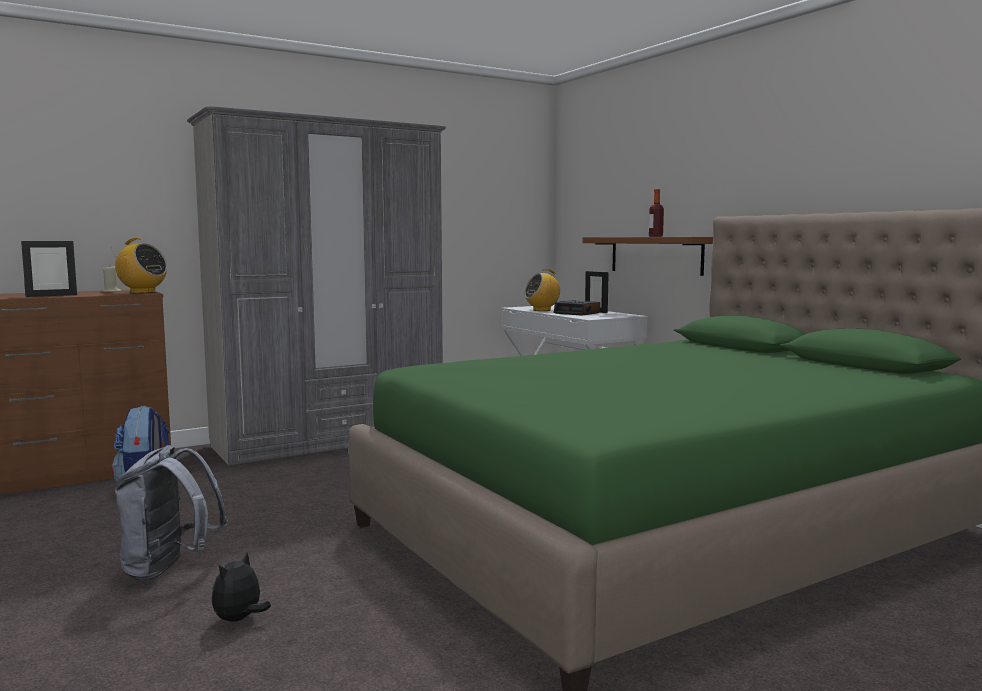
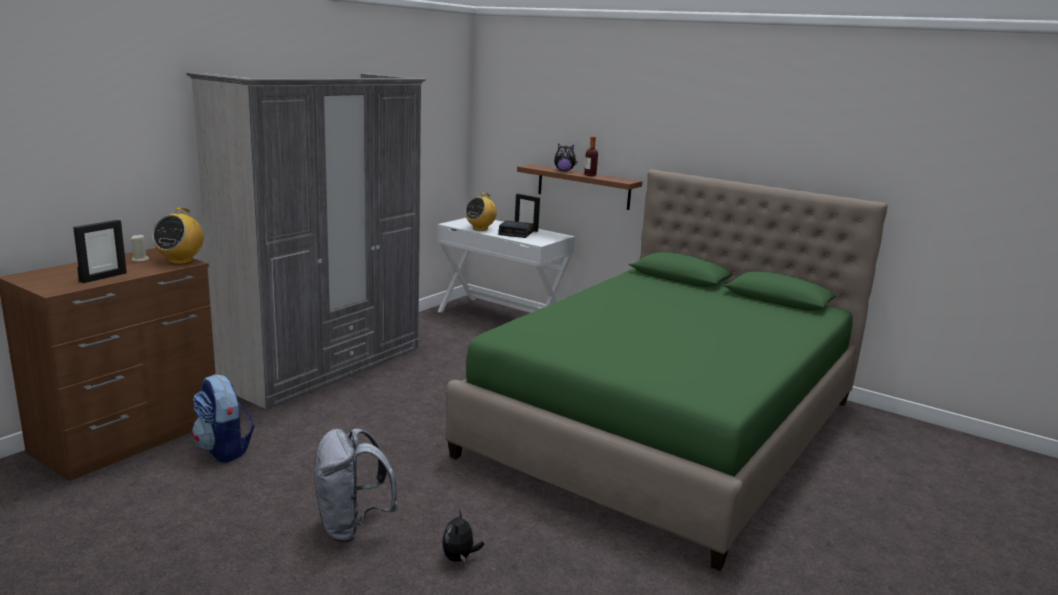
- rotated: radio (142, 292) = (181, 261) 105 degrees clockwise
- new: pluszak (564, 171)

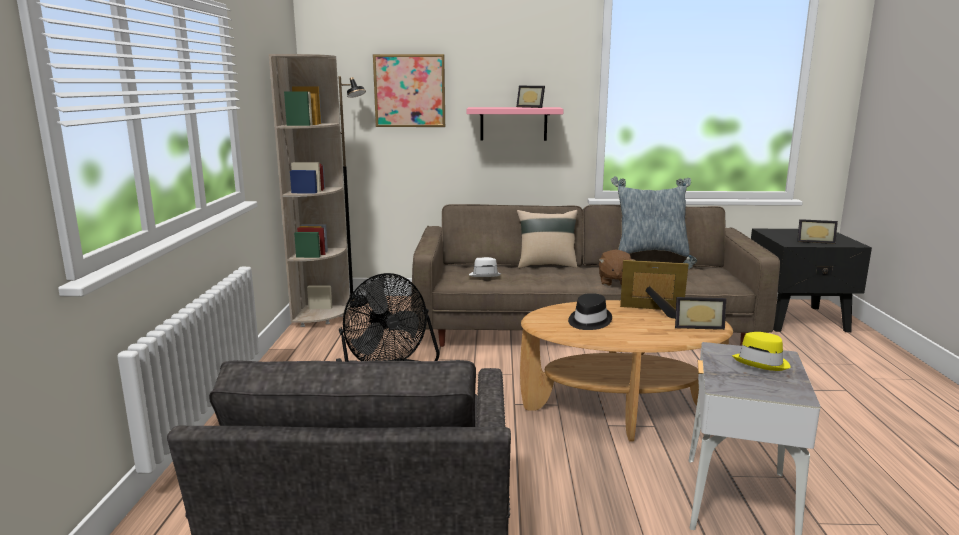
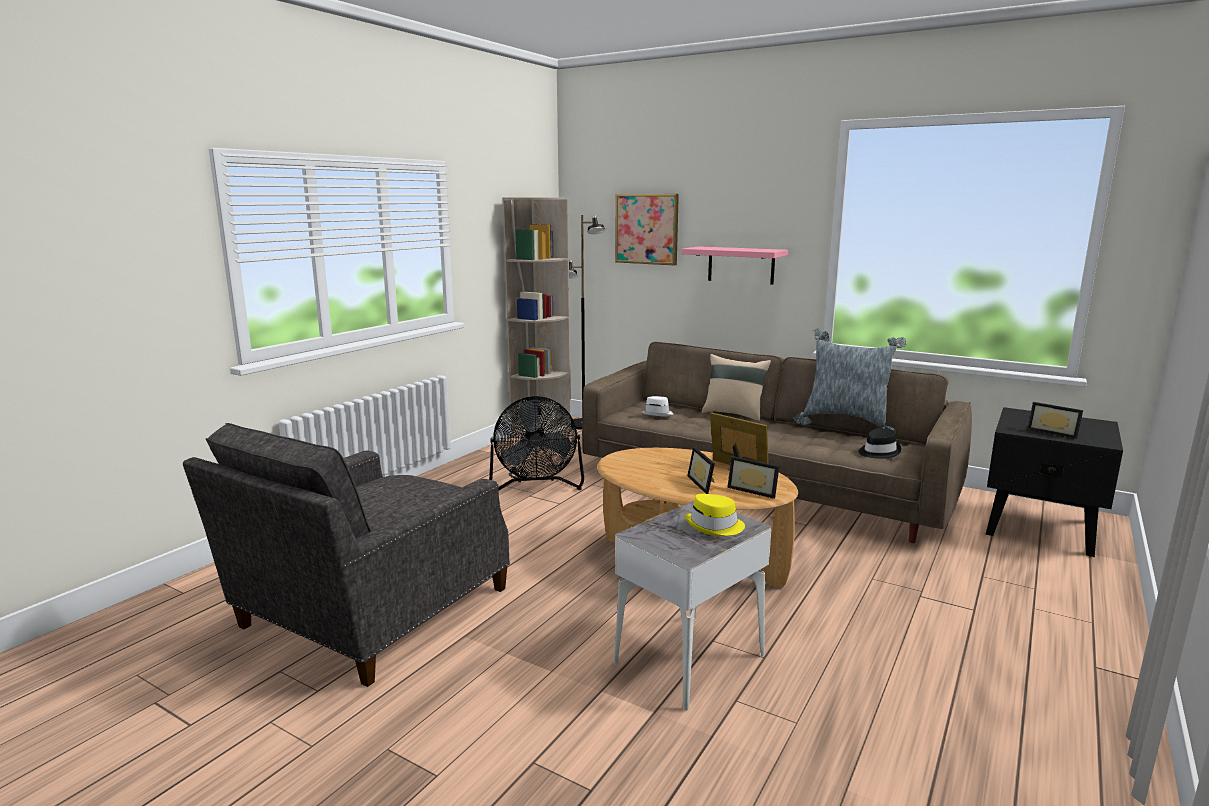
- shifted: ramka na zdjęcie (532, 107) to (704, 484)
- gone: pluszak [brązowy] (614, 282)
- shifted: kapelusz [czarny] (588, 321) to (878, 452)

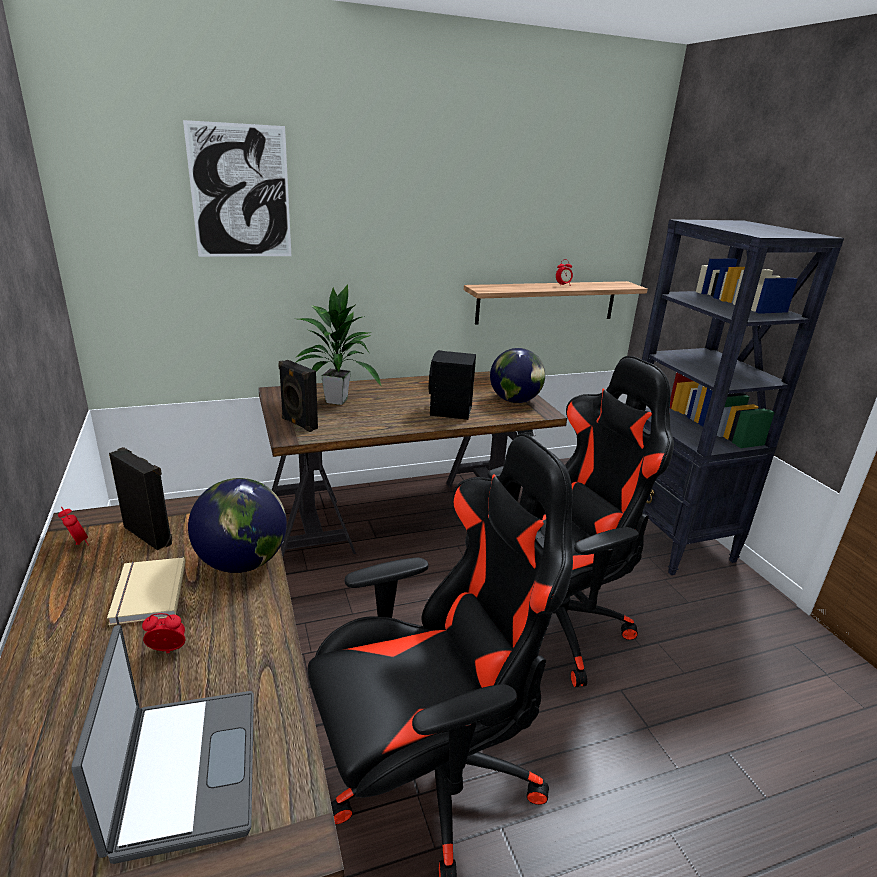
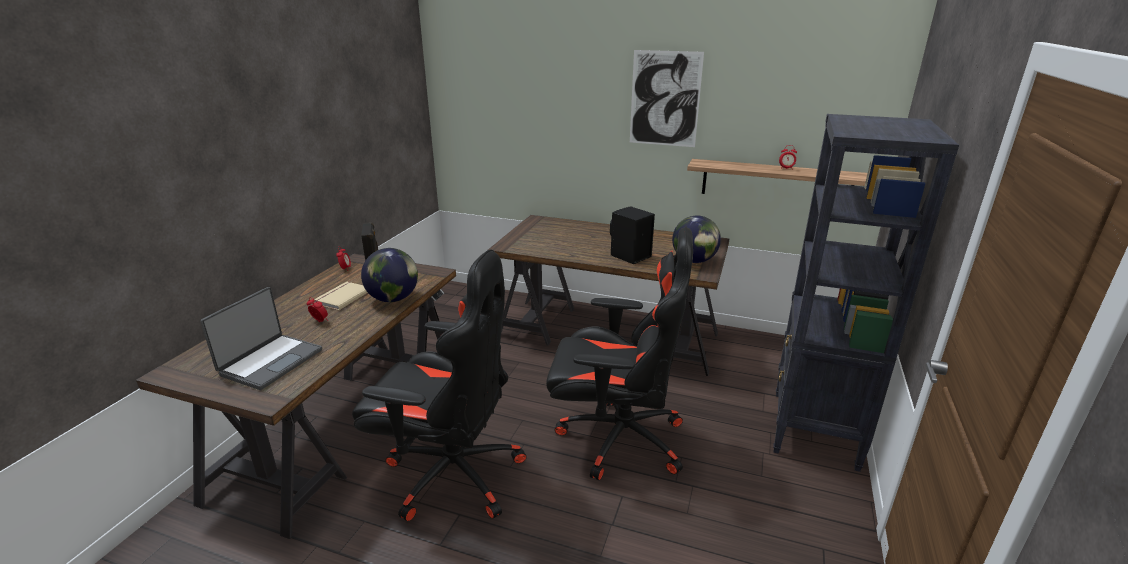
- shifted: obraz (240, 192) to (665, 99)
- gone: roślina doniczkowa (335, 401)
- gone: głośnik [czarny] (298, 424)

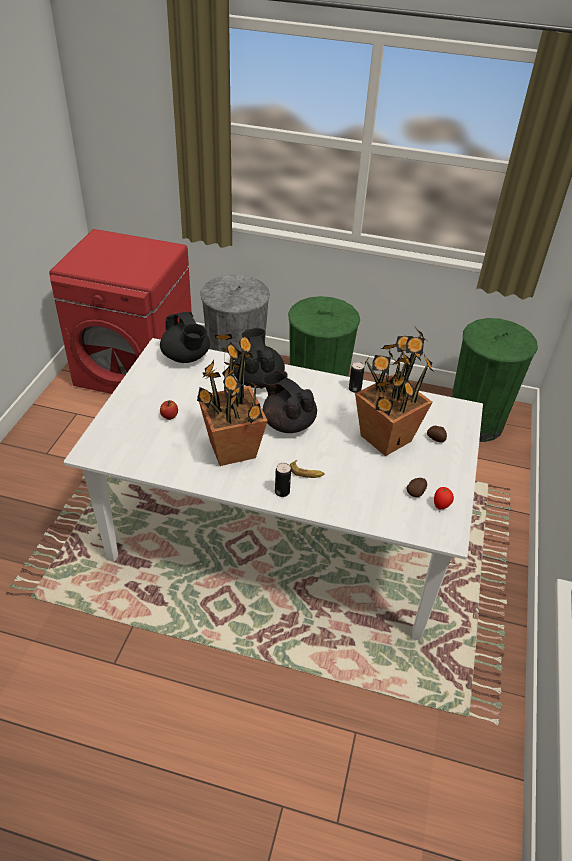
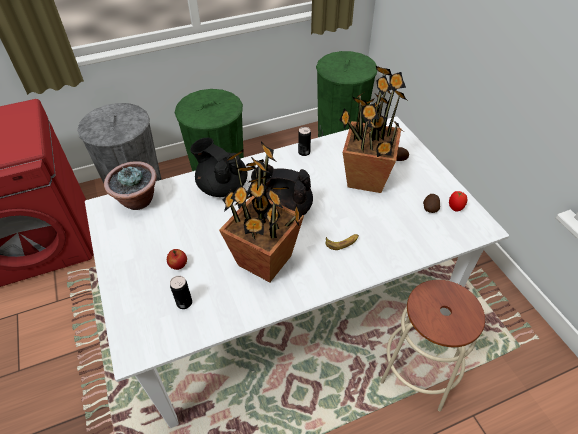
- swapped: imbryk [czarny] (186, 357) to roślina doniczkowa (138, 201)
- shifted: puszka (282, 492) to (184, 302)
- new: stołek [beżowy] (419, 370)

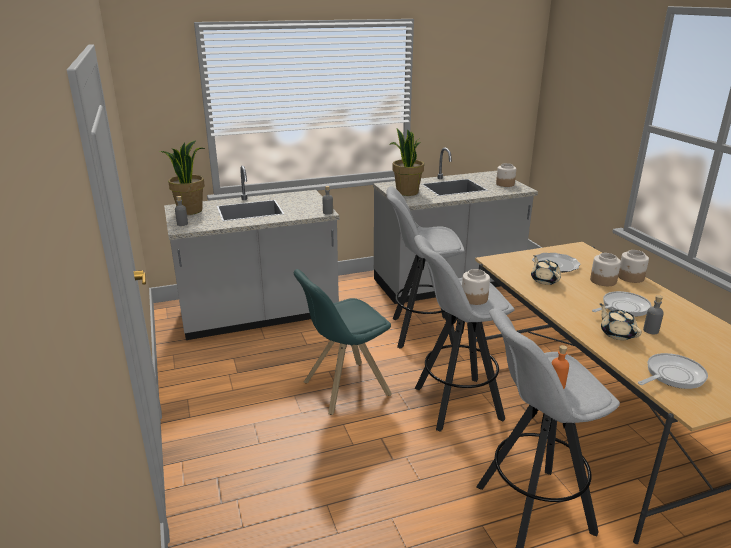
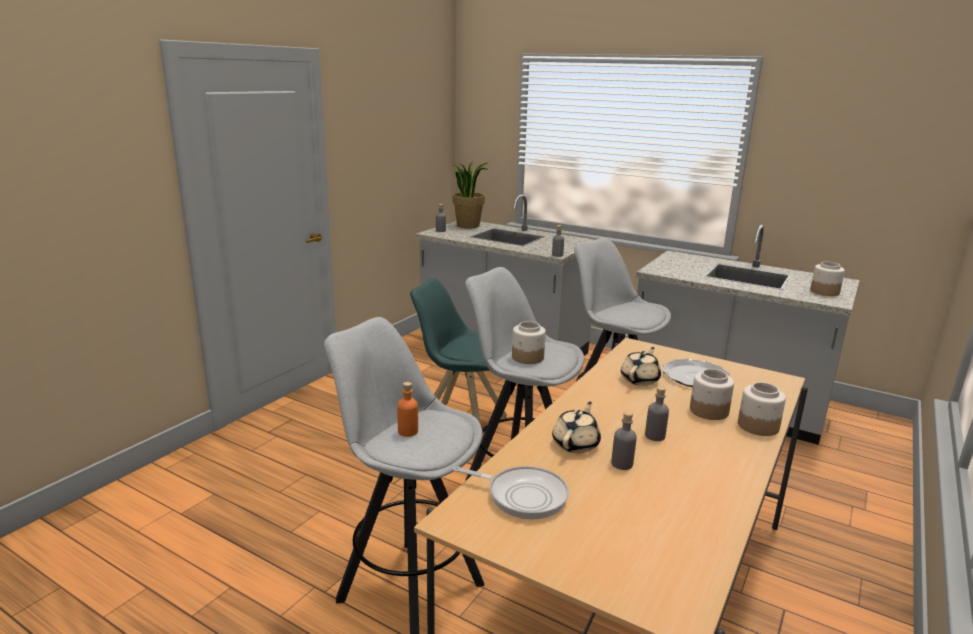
- gone: roślina doniczkowa (406, 192)
- swapped: patelnia (623, 307) to butelka [szary] (655, 436)

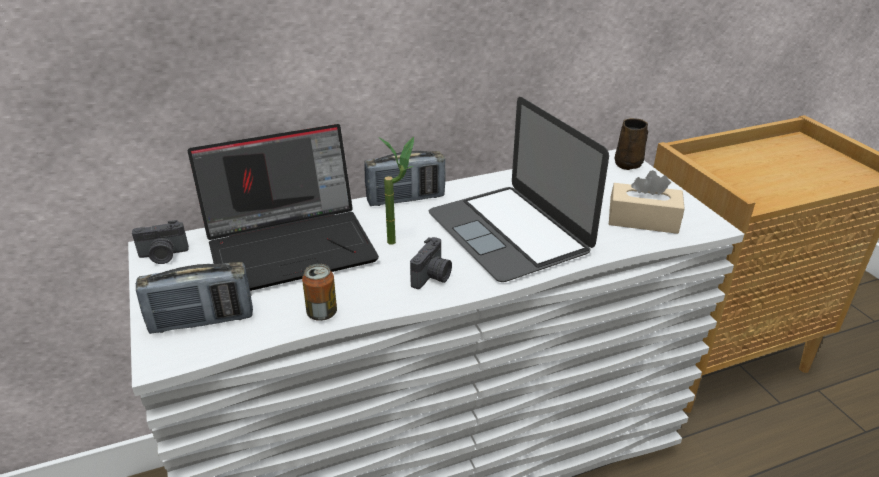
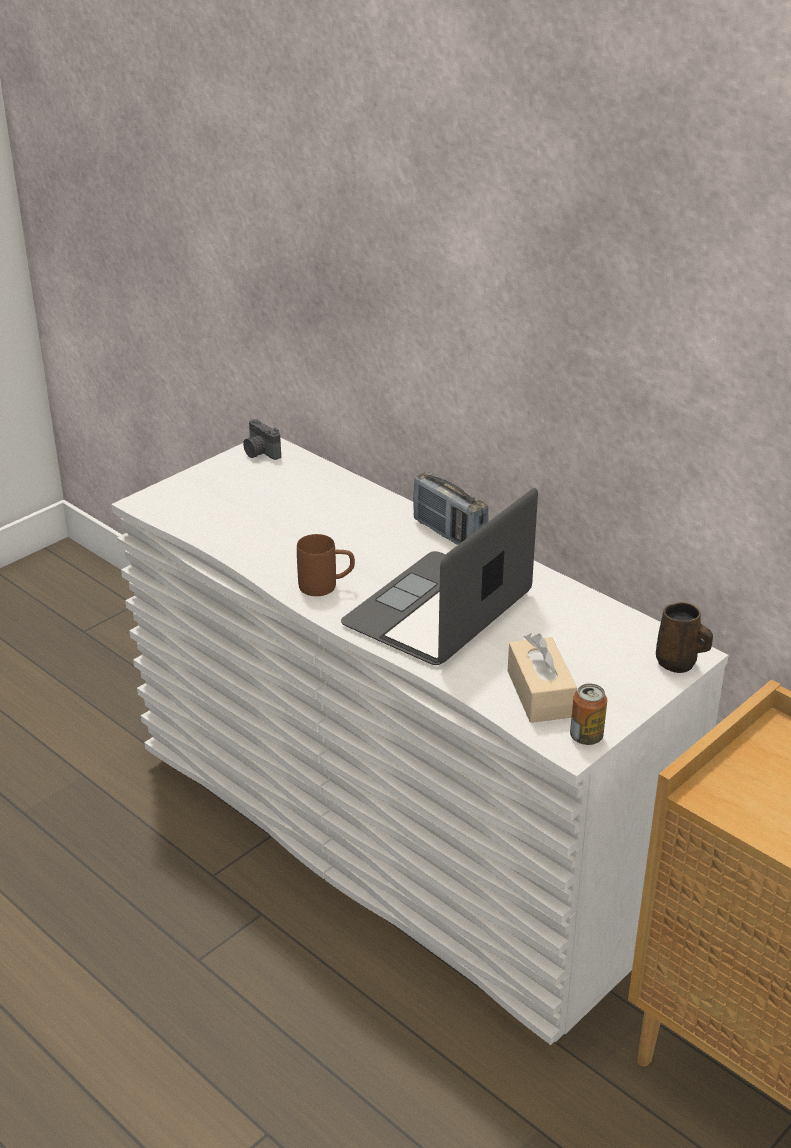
- gone: laptop (292, 245)
- gone: roślina doniczkowa (400, 240)
- swapped: aparat fotograficzny (432, 277) to kubek [brązowy] (326, 586)
- gone: radio (202, 321)
- shifted: puszka (322, 313) to (586, 737)

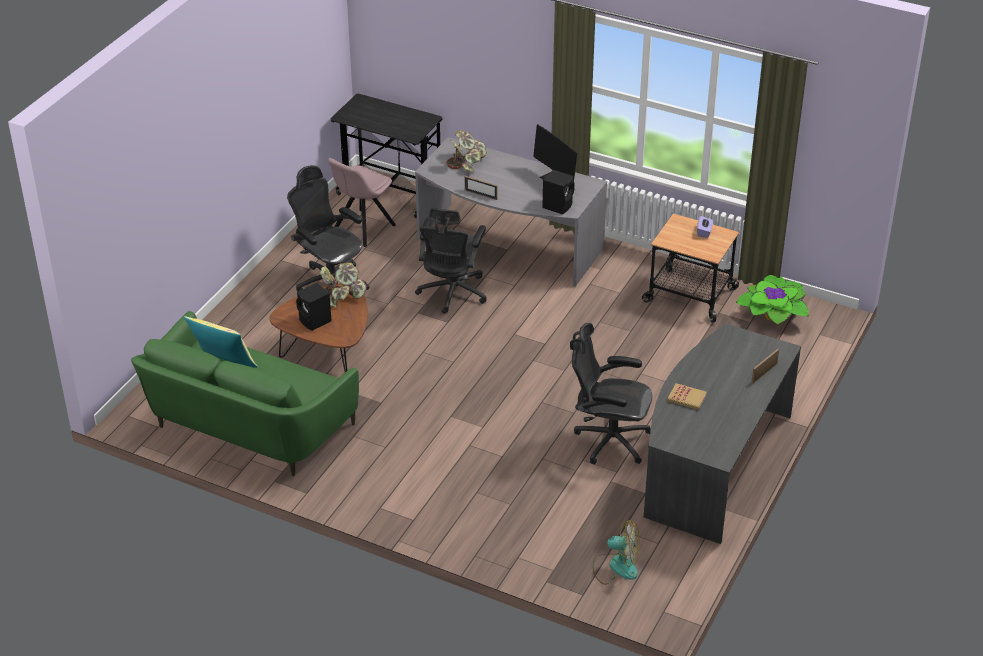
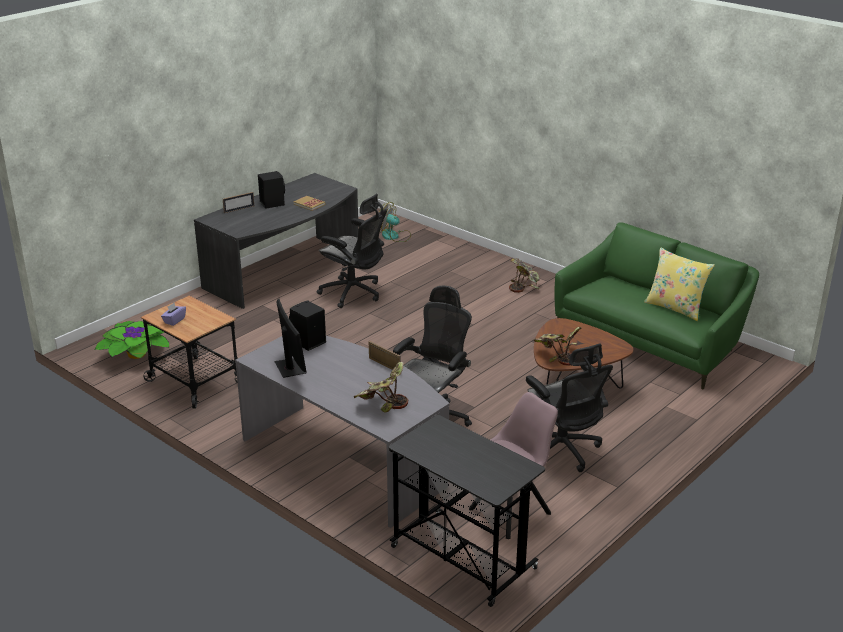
- shifted: głośnik [czarny] (315, 321) to (272, 203)
- new: roślina doniczkowa (524, 285)

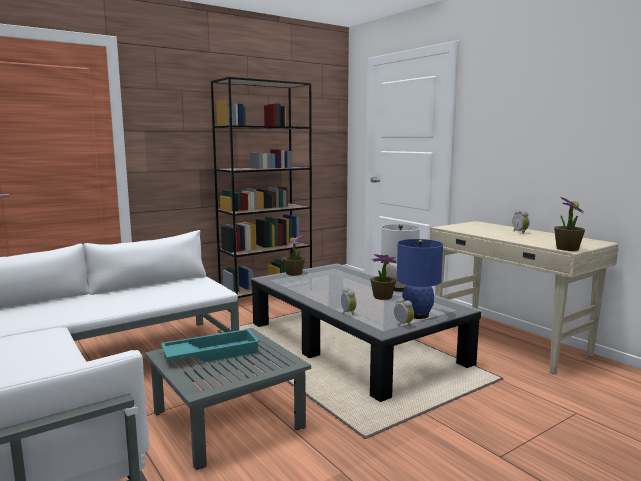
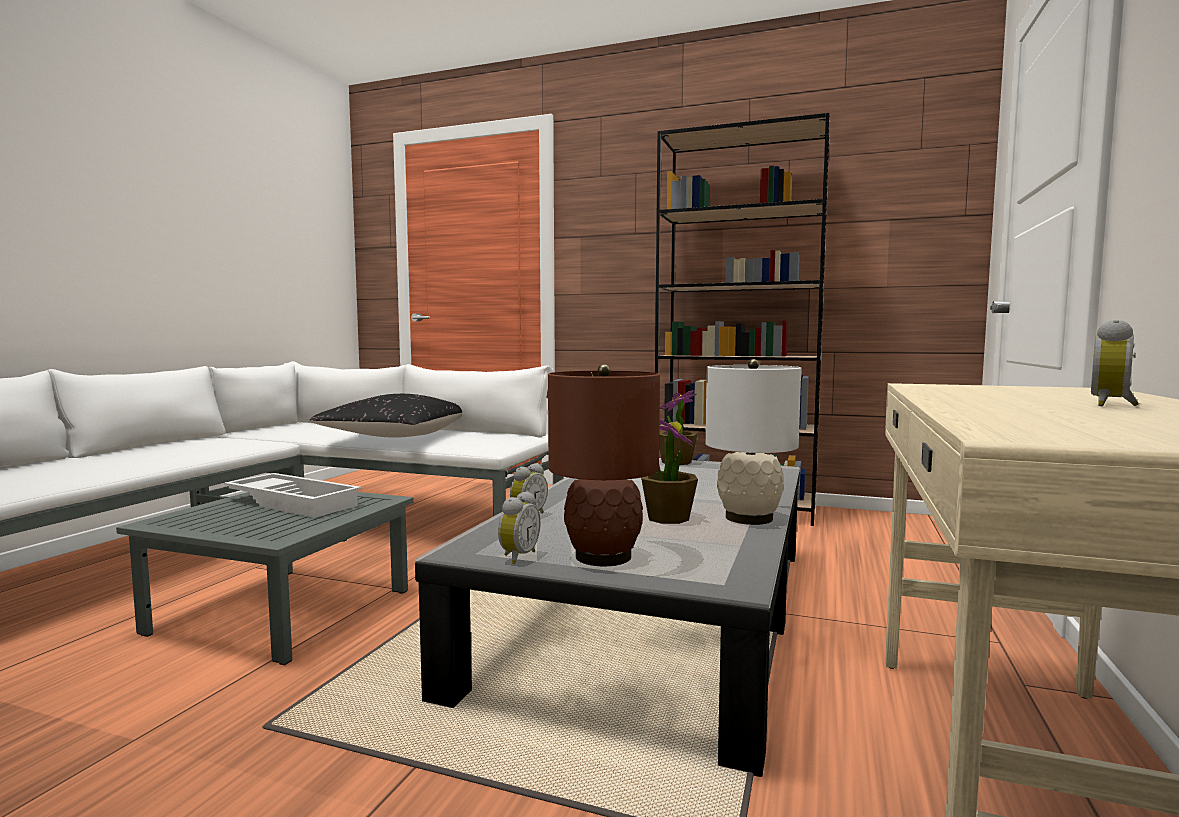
- gone: roślina doniczkowa (567, 248)
- repainted: lampa stołowa [niebieski] (417, 315) to lampa stołowa [brązowy] (602, 557)
- repainted: taca [turkusowy] (211, 353) to taca [biały] (295, 502)
- new: poduszka [czarny] (396, 436)

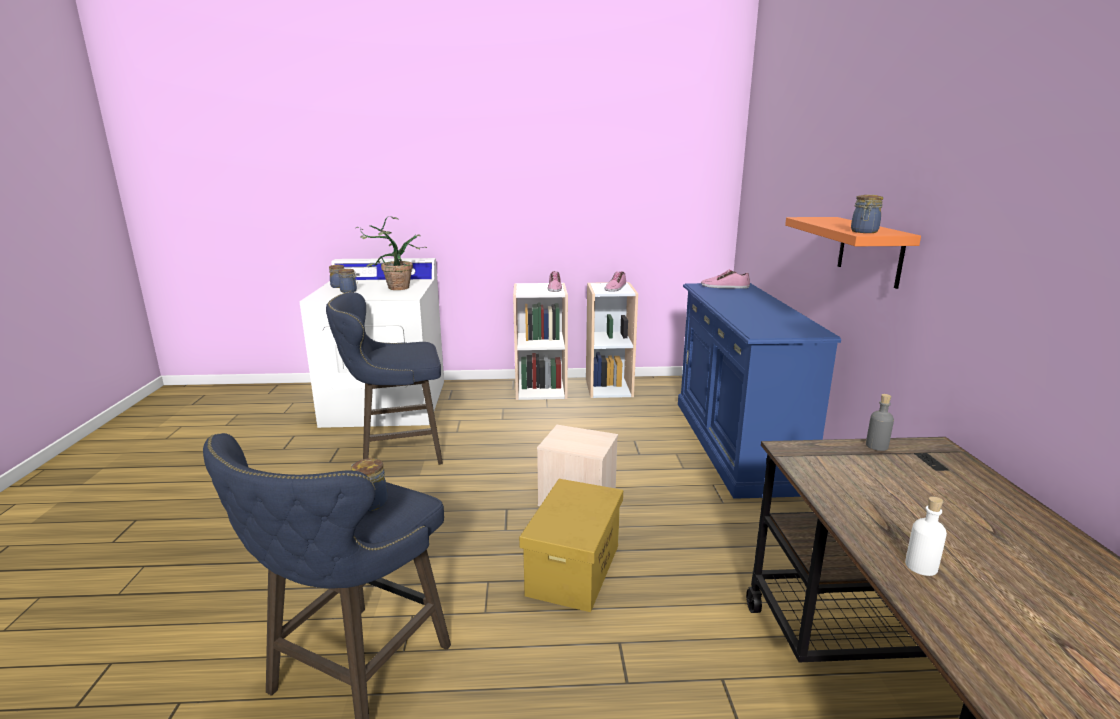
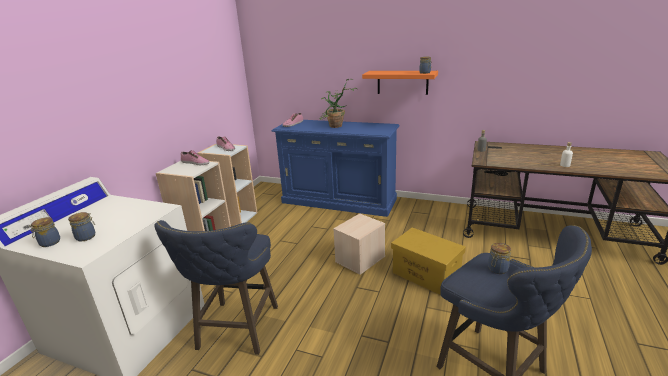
- shifted: roślina doniczkowa (393, 288) to (336, 127)

